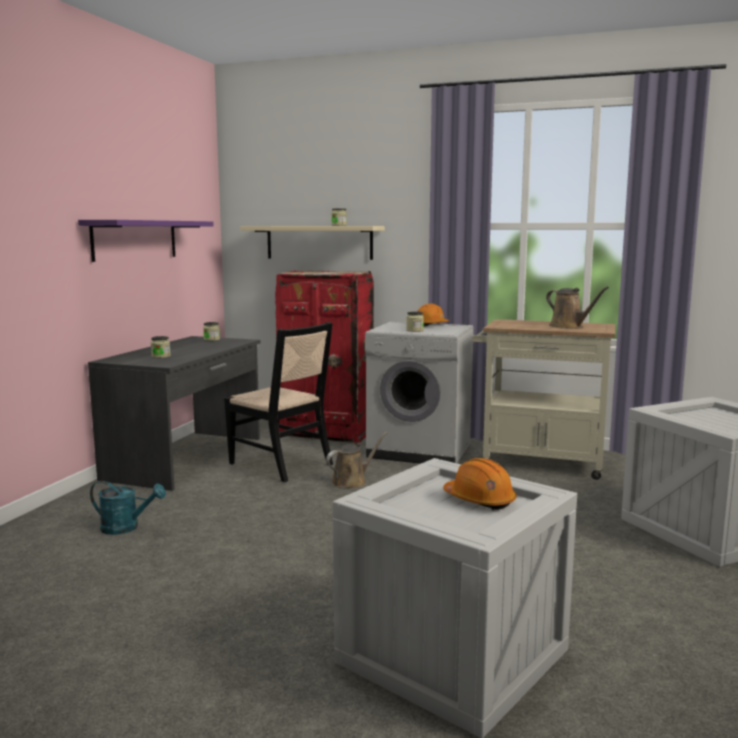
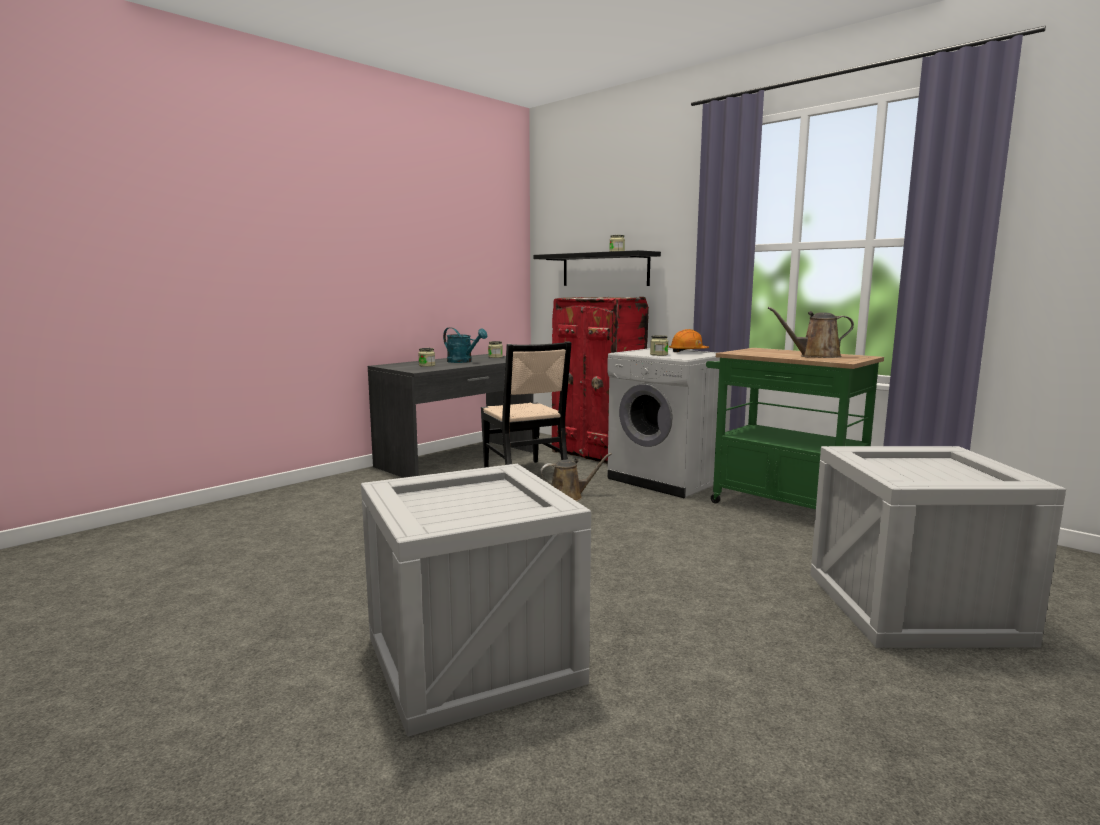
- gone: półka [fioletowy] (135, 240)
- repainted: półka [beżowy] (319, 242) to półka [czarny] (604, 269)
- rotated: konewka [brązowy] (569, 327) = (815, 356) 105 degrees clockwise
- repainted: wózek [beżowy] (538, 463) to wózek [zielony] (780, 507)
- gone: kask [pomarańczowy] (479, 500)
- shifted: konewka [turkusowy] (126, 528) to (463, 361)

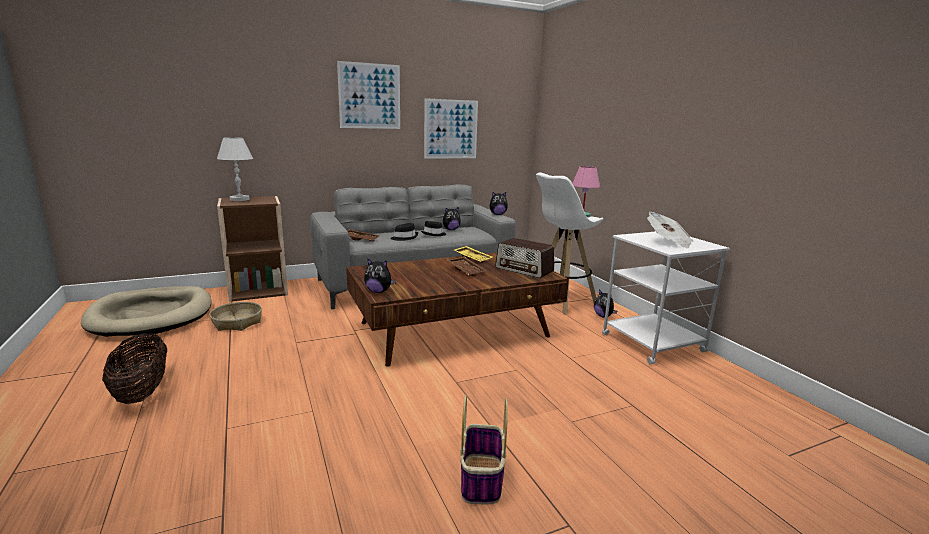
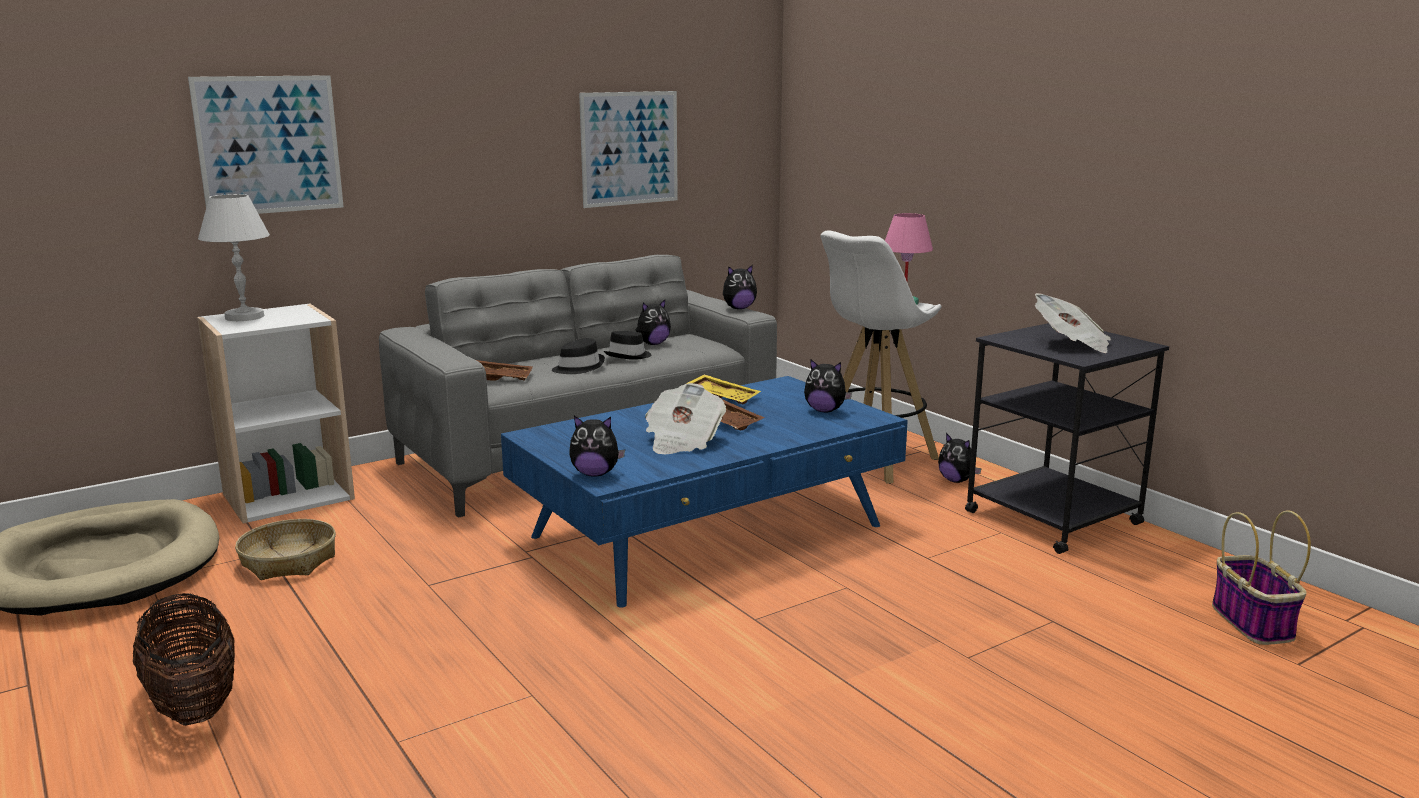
- shifted: obraz (369, 96) to (269, 145)
- repainted: regał [brązowy] (259, 290) to regał [biały] (289, 495)
- repainted: wózek [biały] (653, 344) to wózek [czarny] (1054, 519)
- swapped: radio (524, 270) to pluszak (825, 410)
- repainted: ława [brązowy] (454, 330) to ława [niebieski] (709, 531)
- shifted: koszyk (482, 480) to (1253, 623)
- new: gazeta (682, 441)

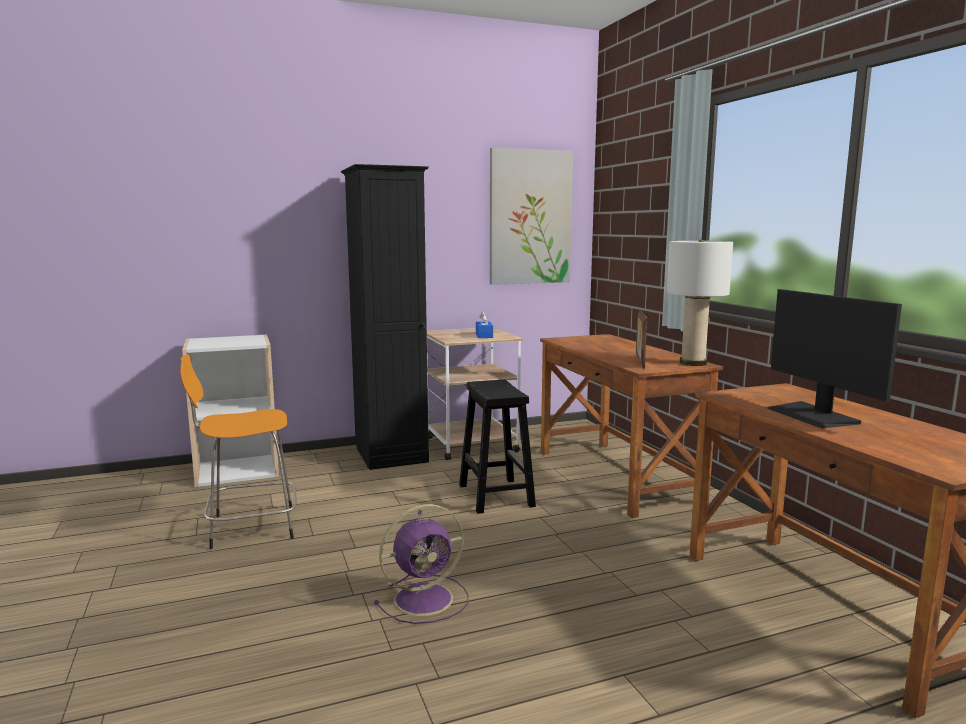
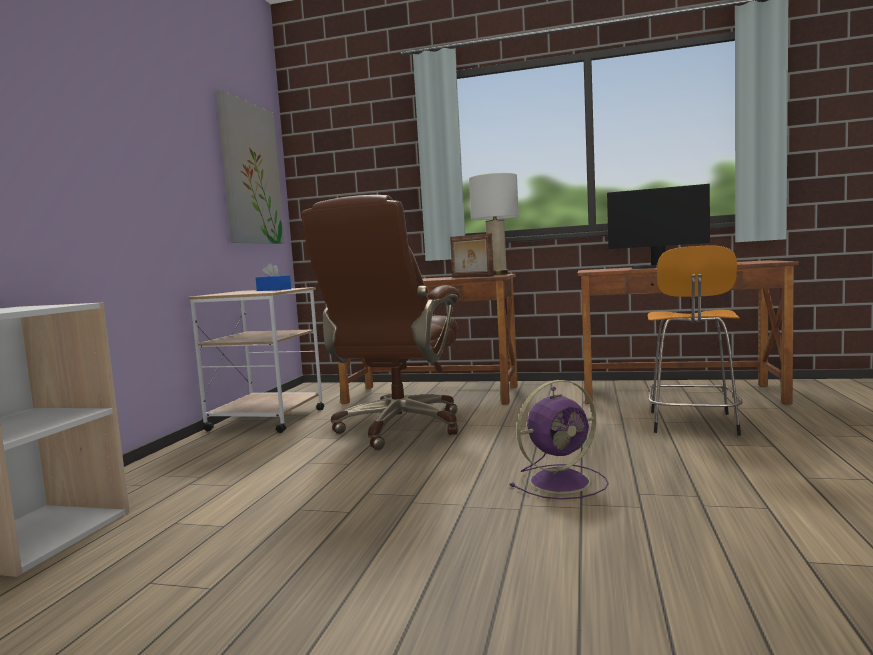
- gone: szafka [czarny] (392, 454)
- shifted: stołek [pomarańczowy] (249, 527) to (692, 424)
- swapped: stołek [czarny] (495, 495) to krzesło biurowe [brązowy] (397, 429)
- rotated: wentylator [fioletowy] (426, 598) = (562, 481) 60 degrees clockwise

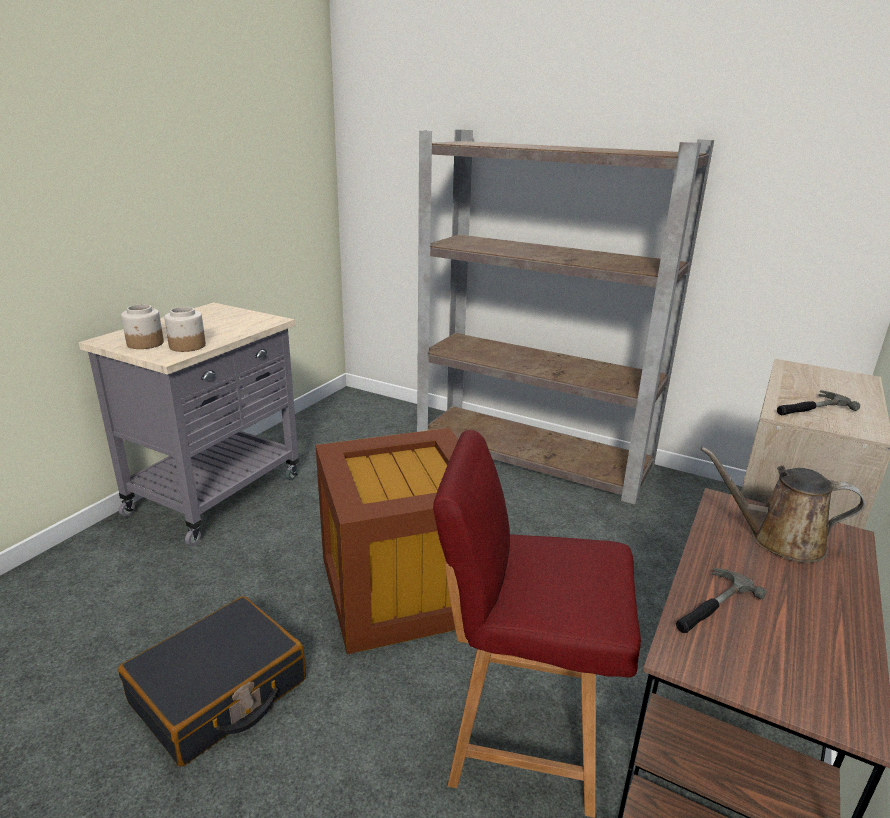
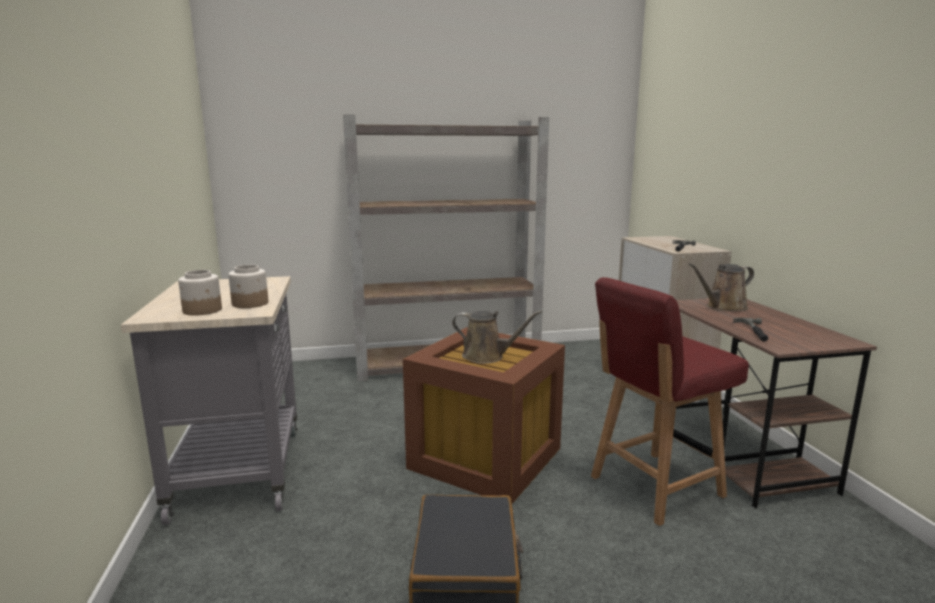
- new: konewka [brązowy] (487, 356)

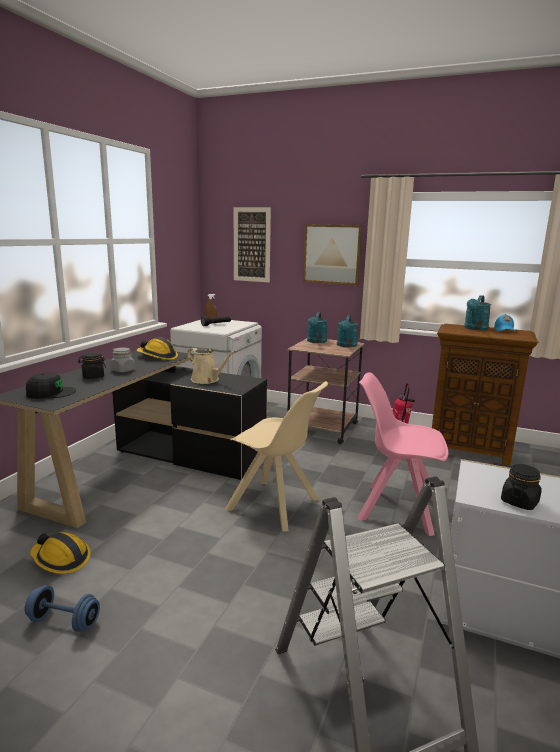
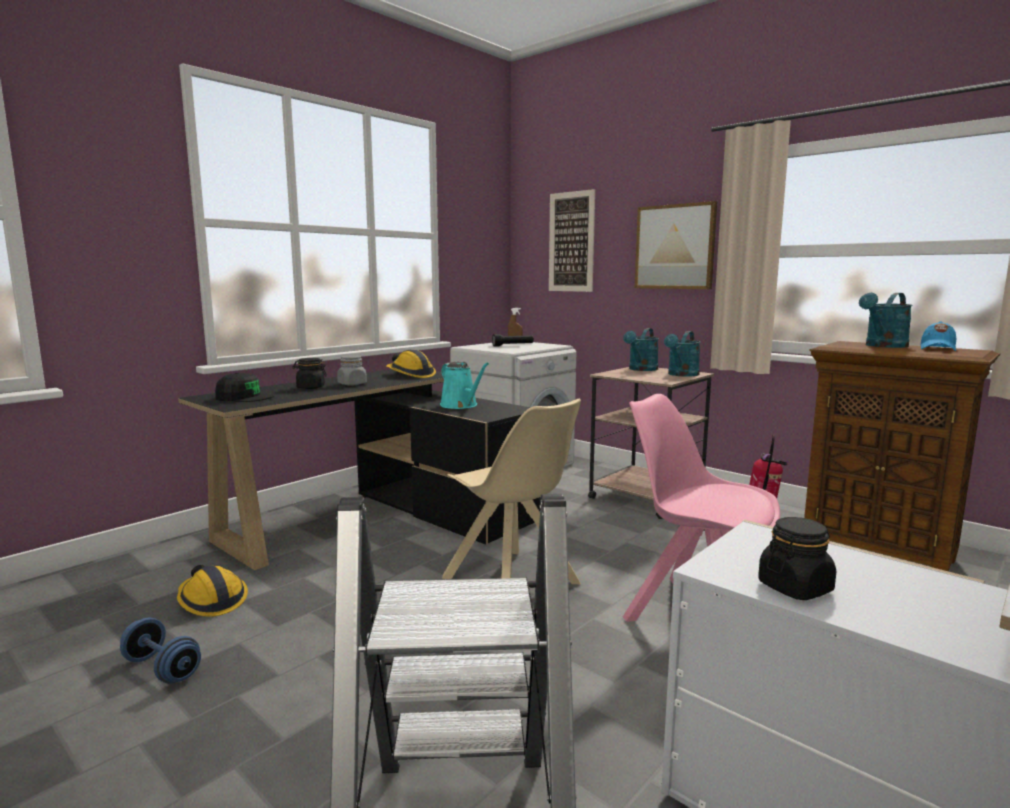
- repainted: konewka [beżowy] (207, 380) to konewka [turkusowy] (461, 405)

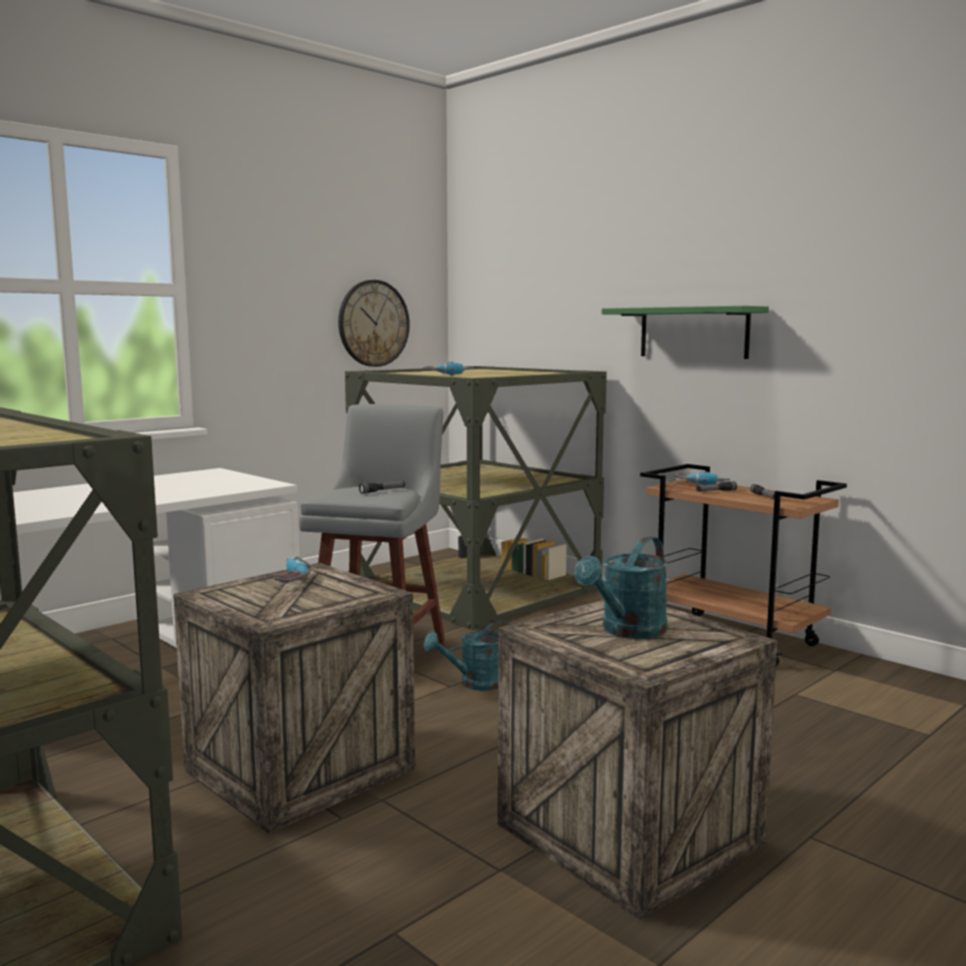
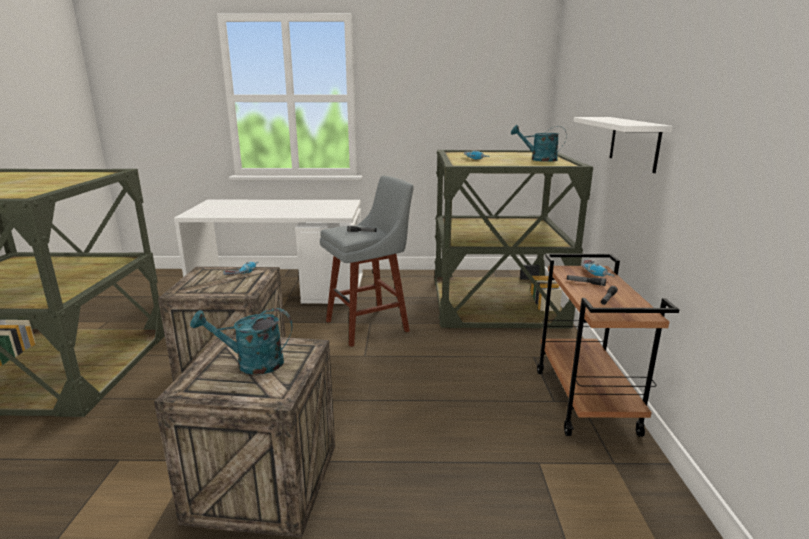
- gone: zegar ścienny (373, 323)
- repainted: półka [zielony] (693, 332) to półka [biały] (634, 143)
- shifted: konewka [turkusowy] (475, 684) to (539, 159)

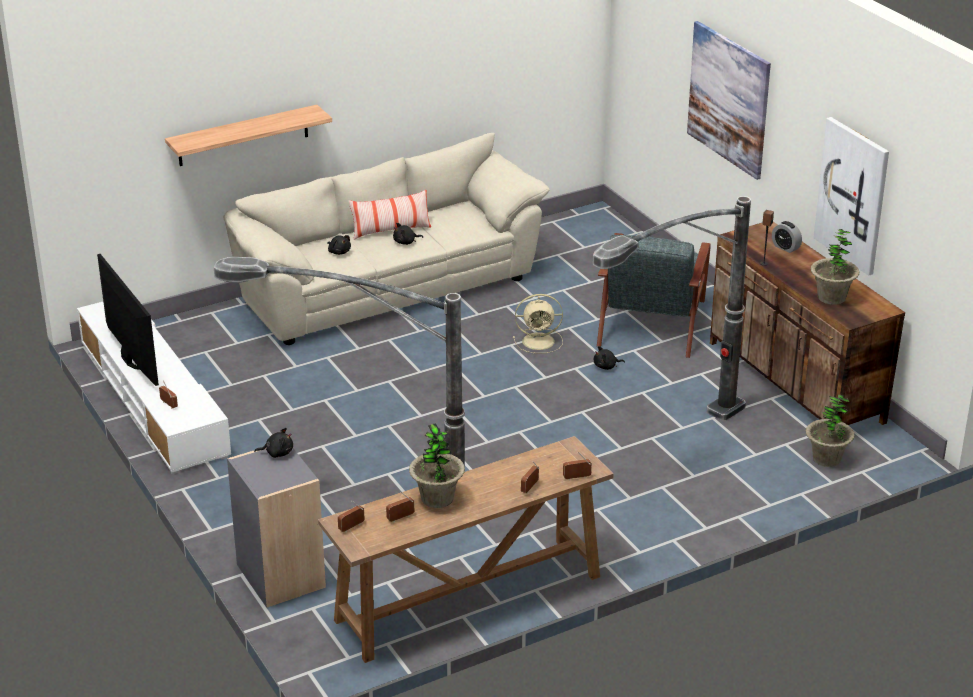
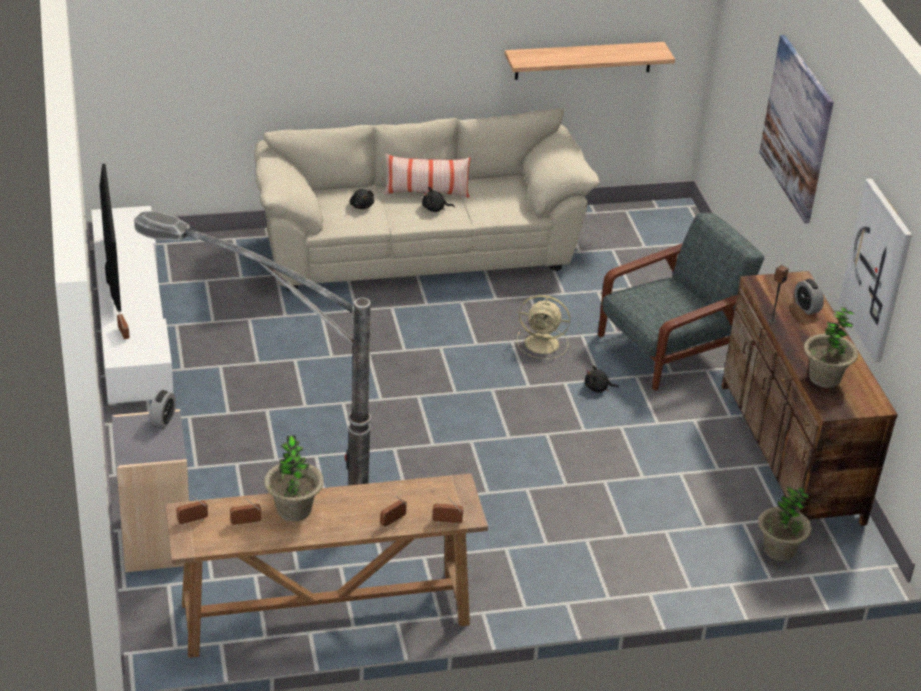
- shifted: półka (243, 136) to (583, 60)
- gone: lampa stojąca (666, 447)
- rotated: fotel [szary] (652, 321) = (672, 347) 150 degrees counterclockwise
- swapped: pluszak [czarny] (277, 453) to budzik (163, 421)

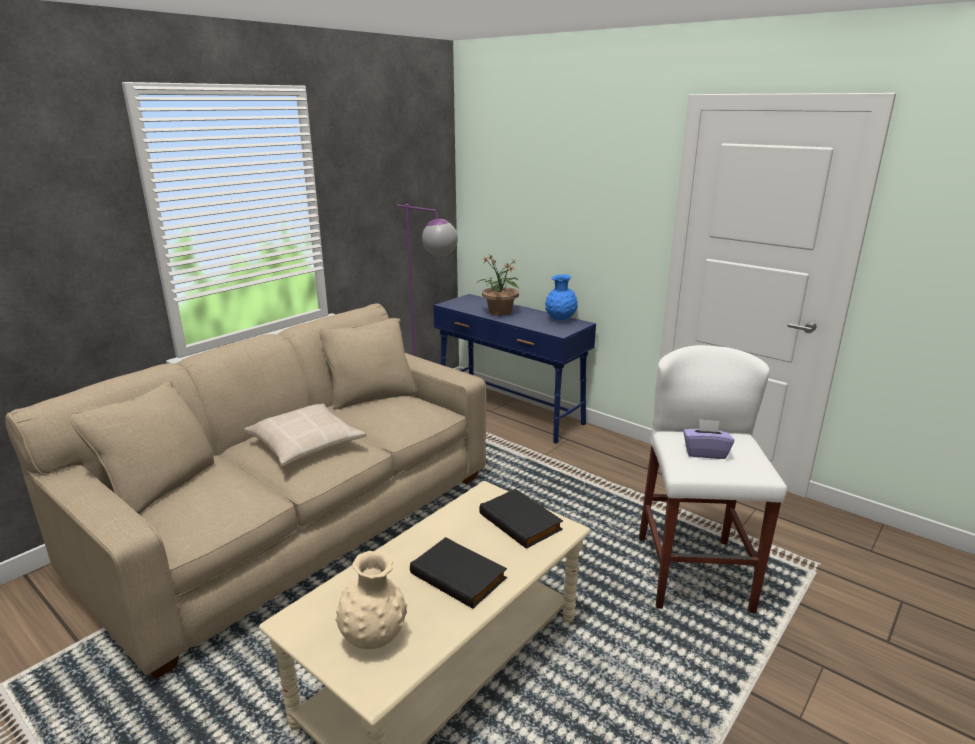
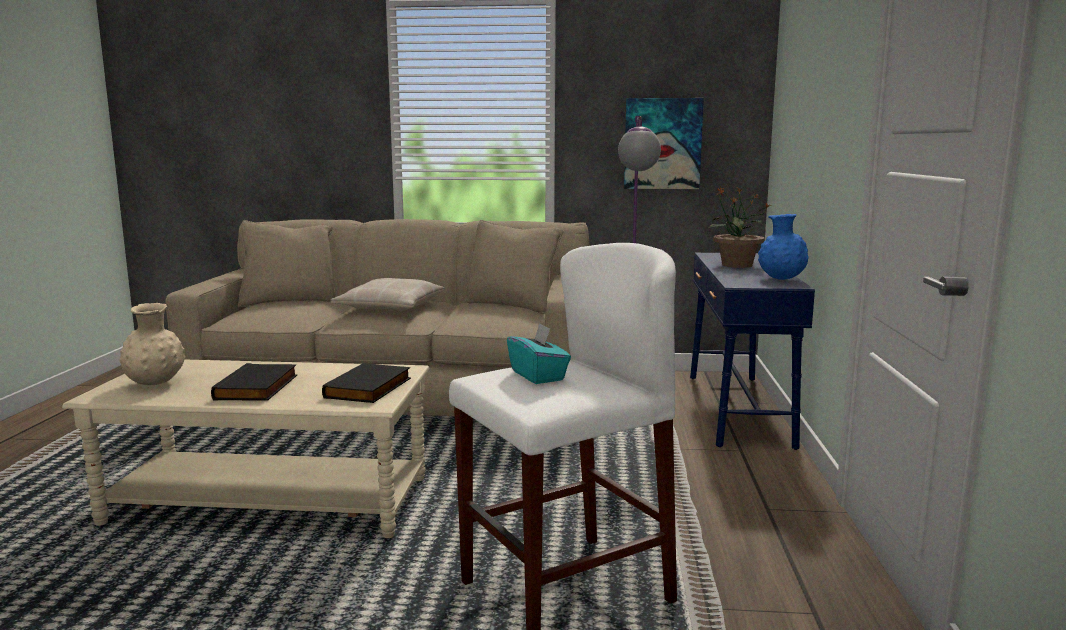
- repainted: pudełko chusteczek [fioletowy] (705, 452) to pudełko chusteczek [turkusowy] (538, 375)
- new: obraz (662, 144)

